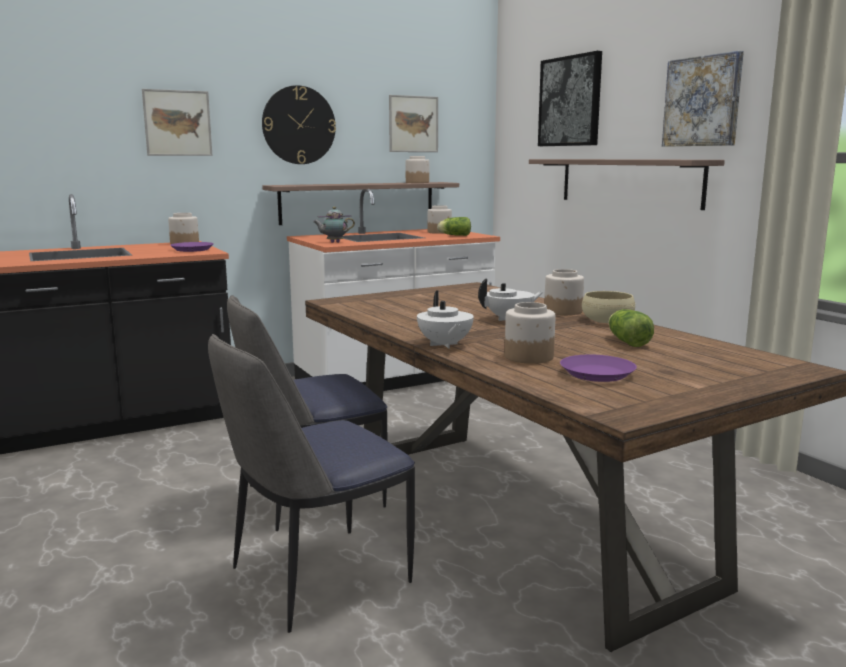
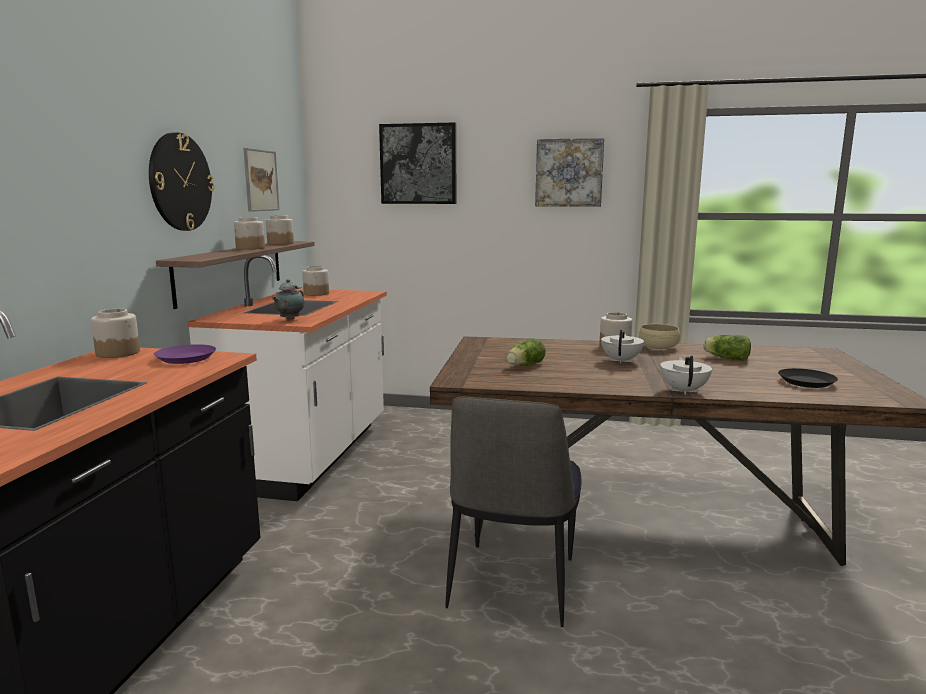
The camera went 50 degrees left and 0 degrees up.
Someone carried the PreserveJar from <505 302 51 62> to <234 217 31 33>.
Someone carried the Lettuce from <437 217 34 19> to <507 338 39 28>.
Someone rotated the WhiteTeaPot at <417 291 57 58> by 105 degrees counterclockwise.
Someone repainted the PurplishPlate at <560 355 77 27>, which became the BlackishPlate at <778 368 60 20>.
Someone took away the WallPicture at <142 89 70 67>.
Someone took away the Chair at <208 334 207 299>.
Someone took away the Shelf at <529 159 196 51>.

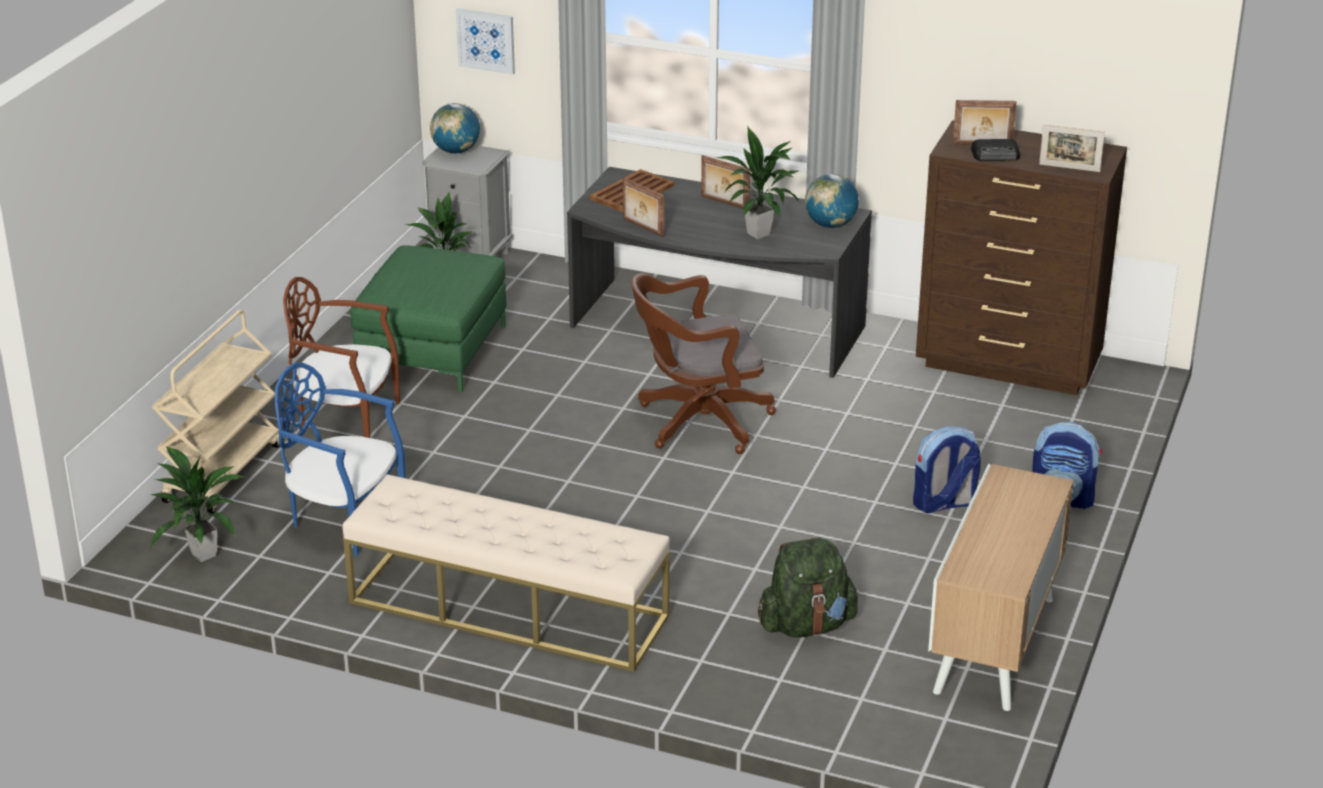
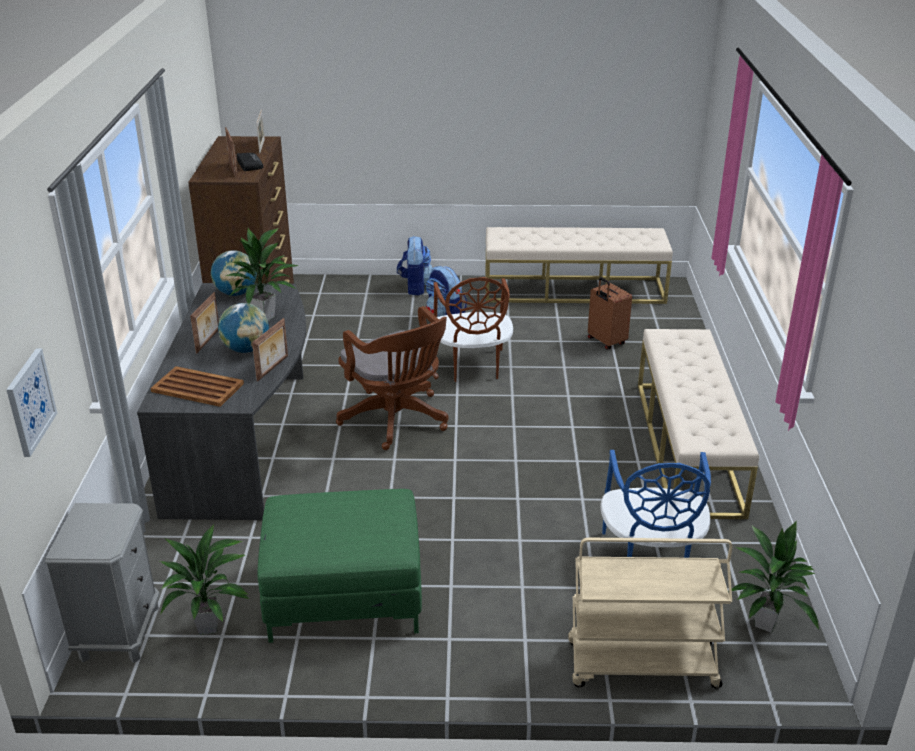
The camera went 110 degrees left and 0 degrees up.
Someone carried the WorldGlobe from <430 103 50 51> to <218 303 51 50>.
Someone carried the BrownColouredChair from <283 277 117 161> to <434 277 79 105>.
Someone swapped the Cupboard at <928 464 146 247> for the BeigeColouredIndoorBench at <485 227 188 77>.
Someone swapped the GreenRucksack at <758 537 101 100> for the BrownColouredSuitcase at <588 277 44 73>.

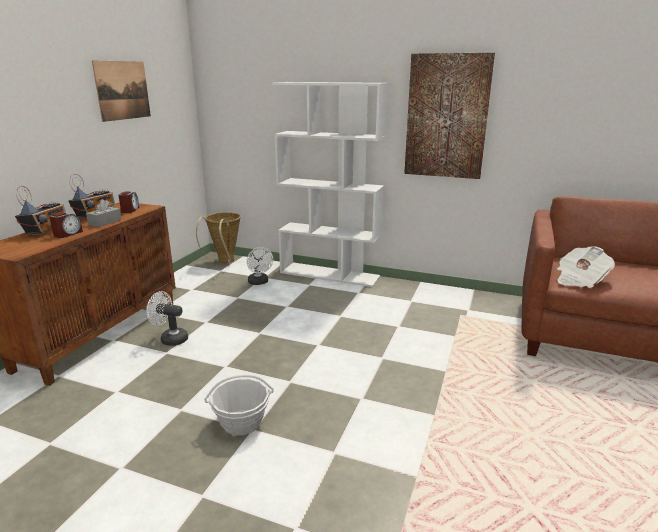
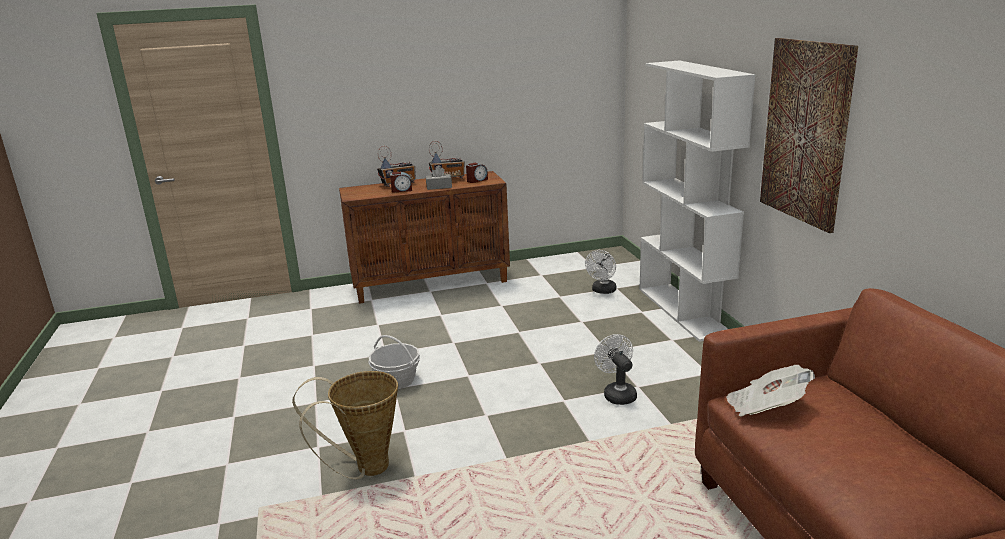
The camera went 55 degrees right and 0 degrees up.
Someone carried the StorageBasket from <196 212 44 51> to <292 371 106 109>.
Someone carried the WhiteElectricFan from <146 291 42 55> to <594 334 43 71>.
Someone took away the WallPicture at <92 60 59 62>.

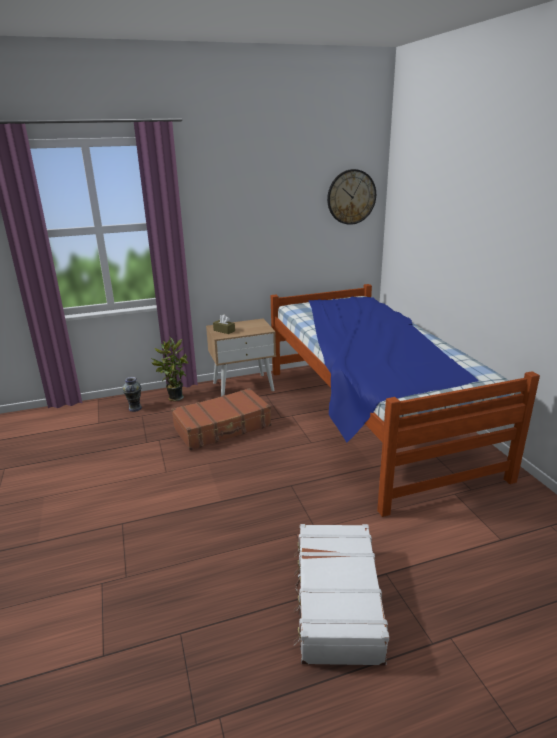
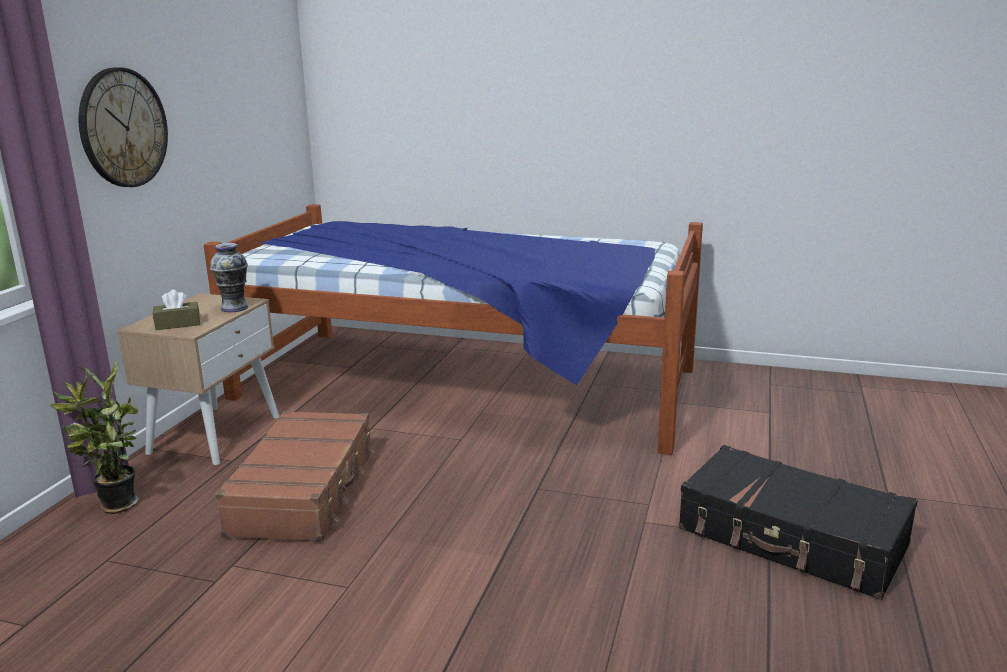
The camera went 55 degrees left and 5 degrees down.
Someone carried the HangingClock from <327 169 49 56> to <79 67 89 120>.
Someone carried the DecorativeVase from <122 377 20 35> to <210 243 38 69>.
Someone repainted the WhiteSuitcase at <294 524 95 142>, which became the BlackishSuitcase at <678 445 240 155>.

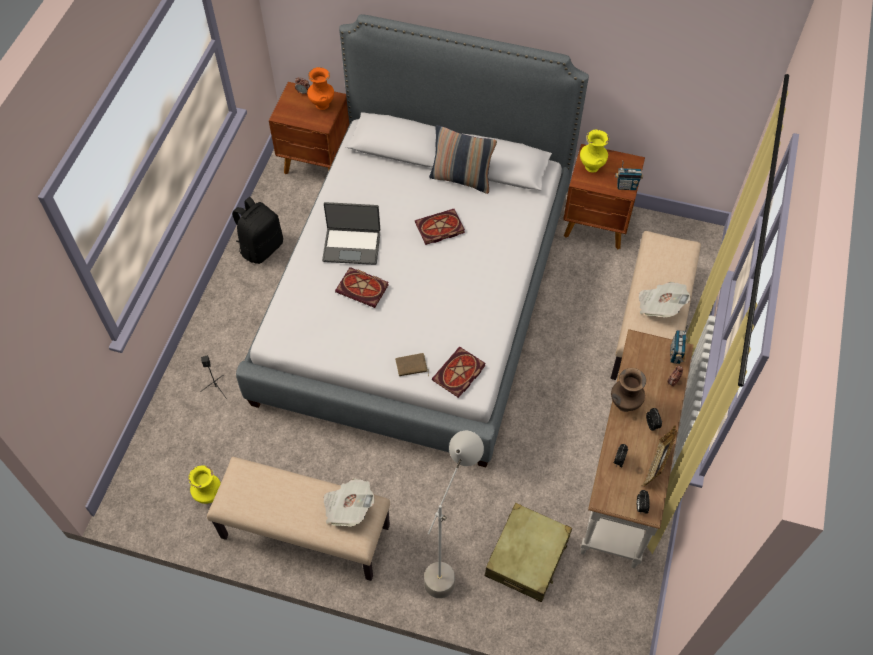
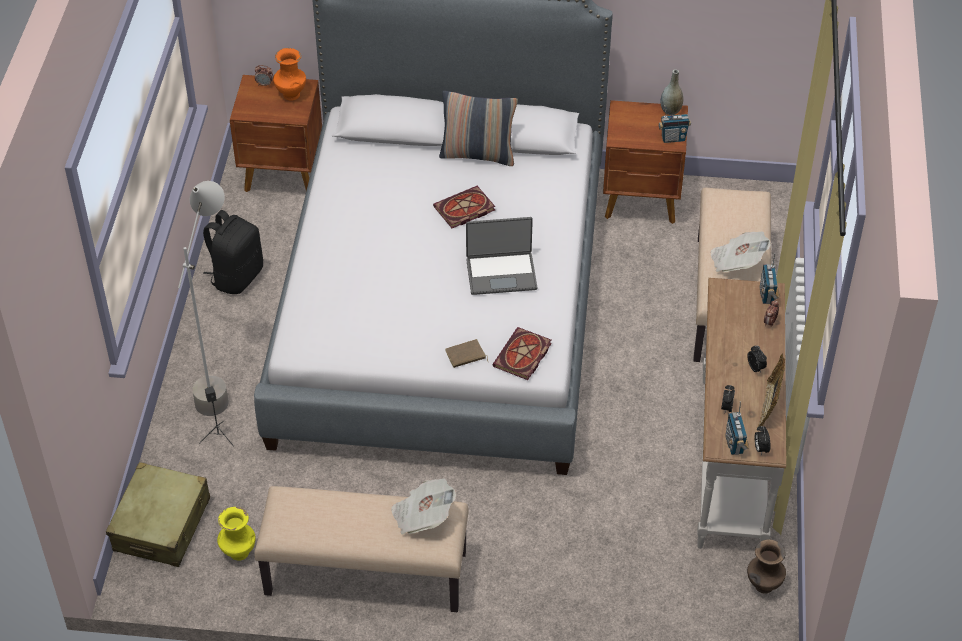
The camera went 10 degrees left and 10 degrees down.
Someone carried the BeigeColouredSuitcase from <485 503 87 99> to <106 462 104 105>.
Someone carried the GreyStandardLamp from <424 431 60 167> to <178 181 51 235>.
Someone carried the PortableComputer from <322 202 58 63> to <466 217 71 78>.
Someone put down the GreyDecorativeVase at <660 69 24 46>.
Someone put down the RadioSet at <725 402 24 53>.
Someone carried the BrownColouredDecorativeVase from <611 368 35 44> to <747 539 39 55>.
Someone took away the BoundBook at <335 267 54 41>.
Someone took away the YellowDecorativeVase at <580 130 29 43>.

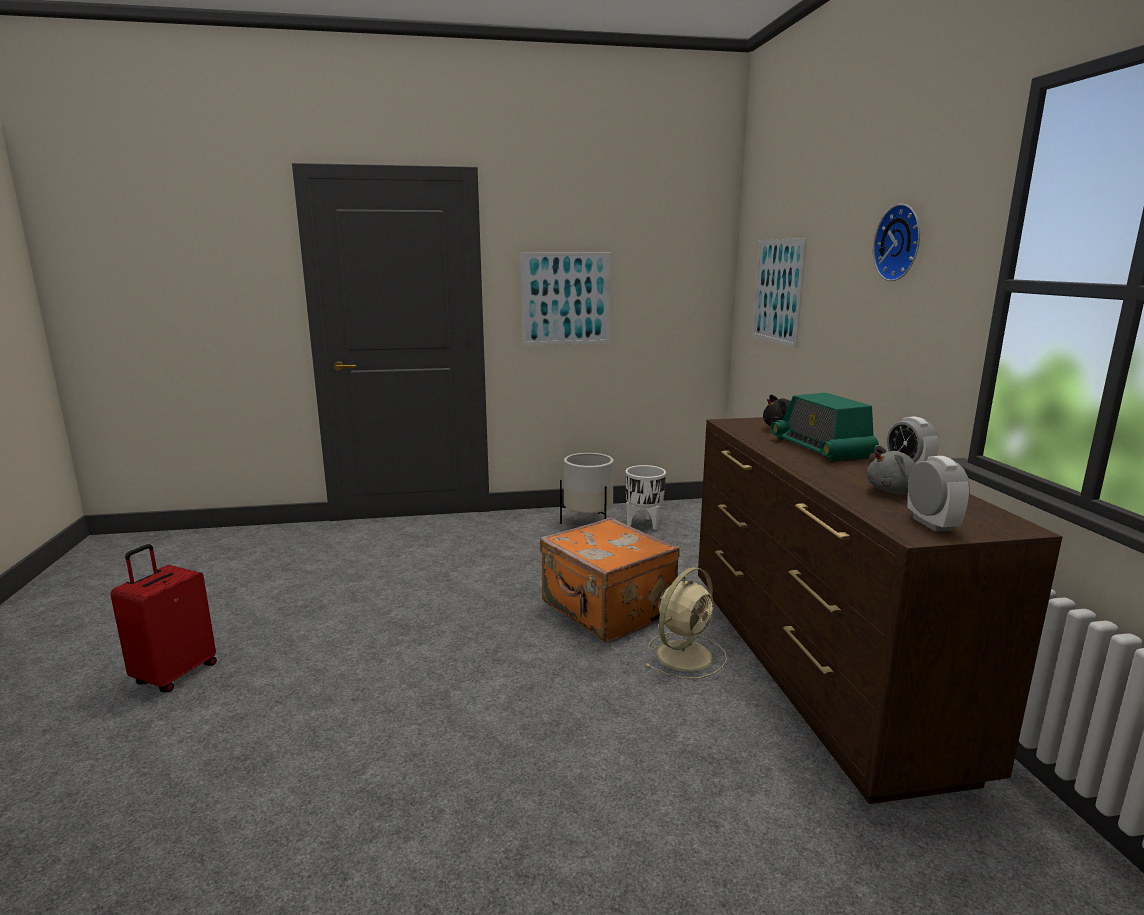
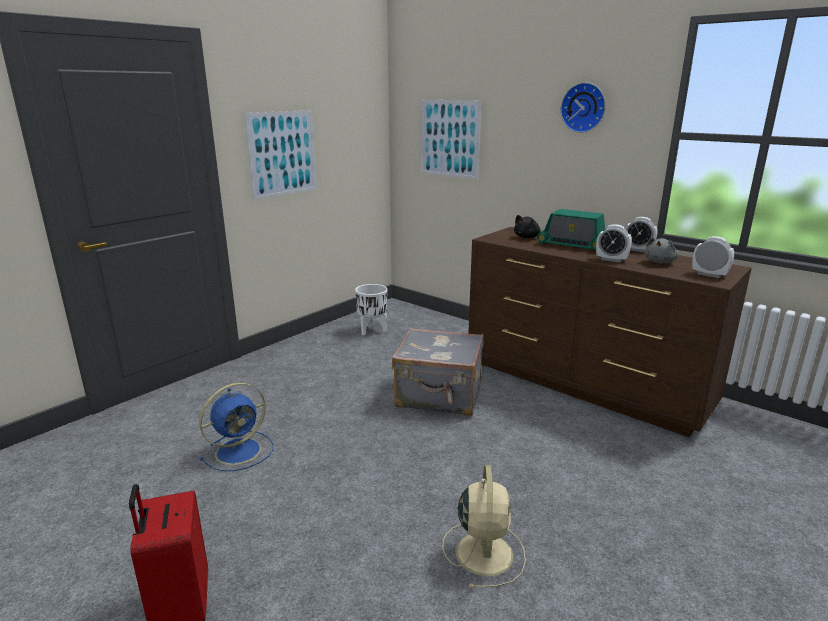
The camera went 40 degrees left and 5 degrees up.
Someone put down the BlueColouredElectricFan at <199 383 74 88>.
Someone repainted the OrangeySuitcase at <540 518 140 125>, which became the GreySuitcase at <392 328 92 88>.
Someone carried the BeigeColouredElectricFan from <645 567 82 112> to <443 465 83 124>.
Someone put down the BedsideClock at <596 224 36 38>.
Someone took away the WhitePlanter at <560 453 54 71>.

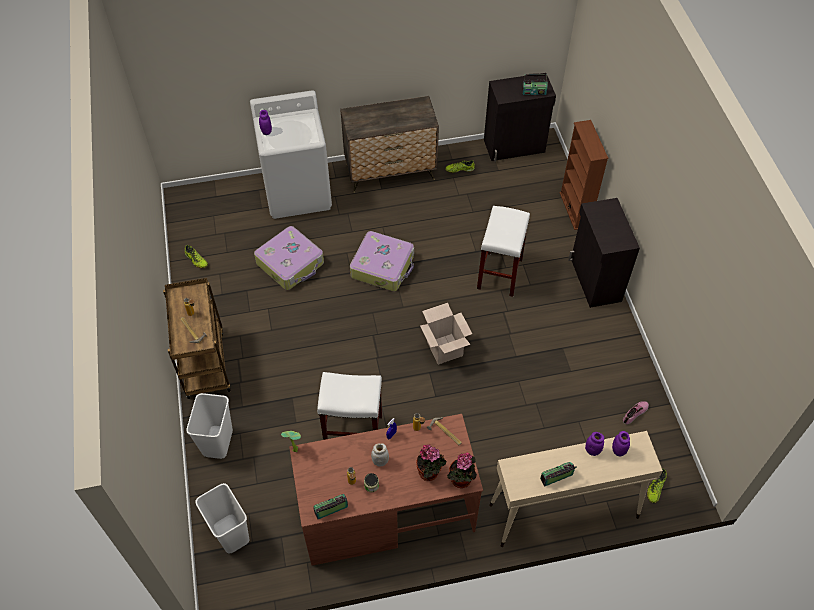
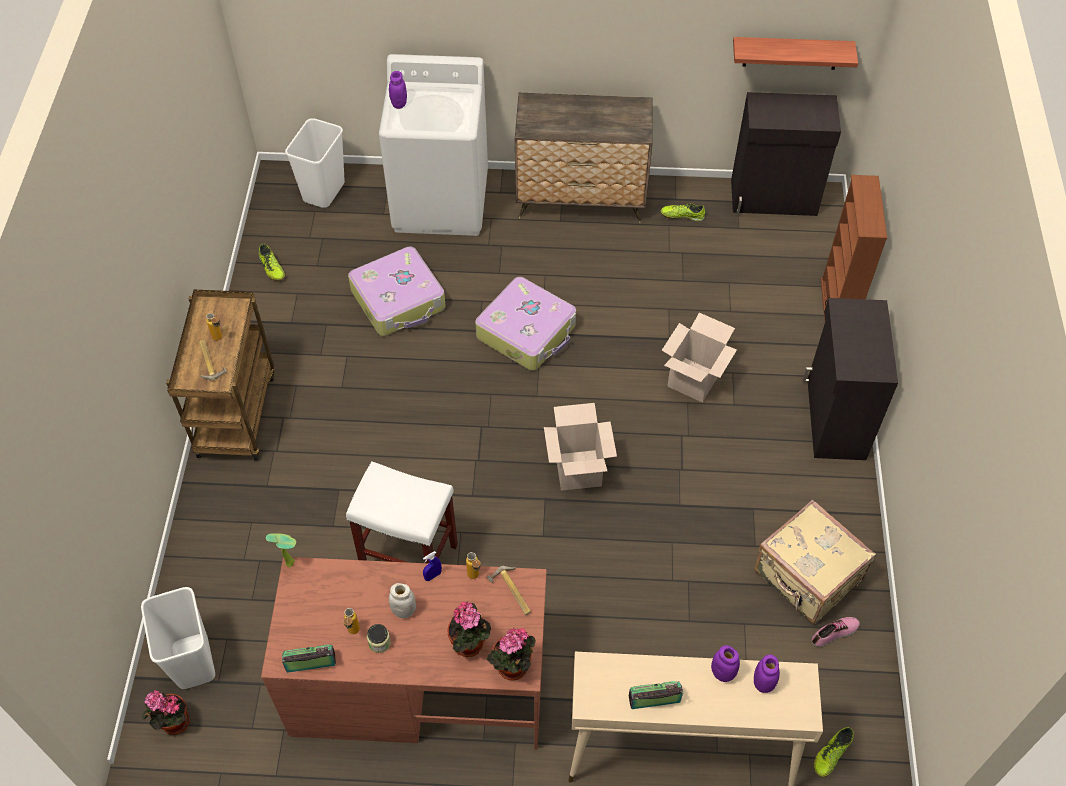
The camera went 15 degrees right and 0 degrees up.
Someone put down the PlantInAPot at <142 690 48 45>.
Someone carried the WhiteRubbishBin from <186 393 47 66> to <285 118 60 90>.
Someone swapped the WhiteSittingStool at <477 206 53 91> for the Carton at <662 313 75 89>.
Someone put up the Shelf at <733 37 125 33>.
Someone put down the BeigeColouredSuitcase at <754 499 122 126>.
Someone took away the RadioSet at <522 73 26 22>.

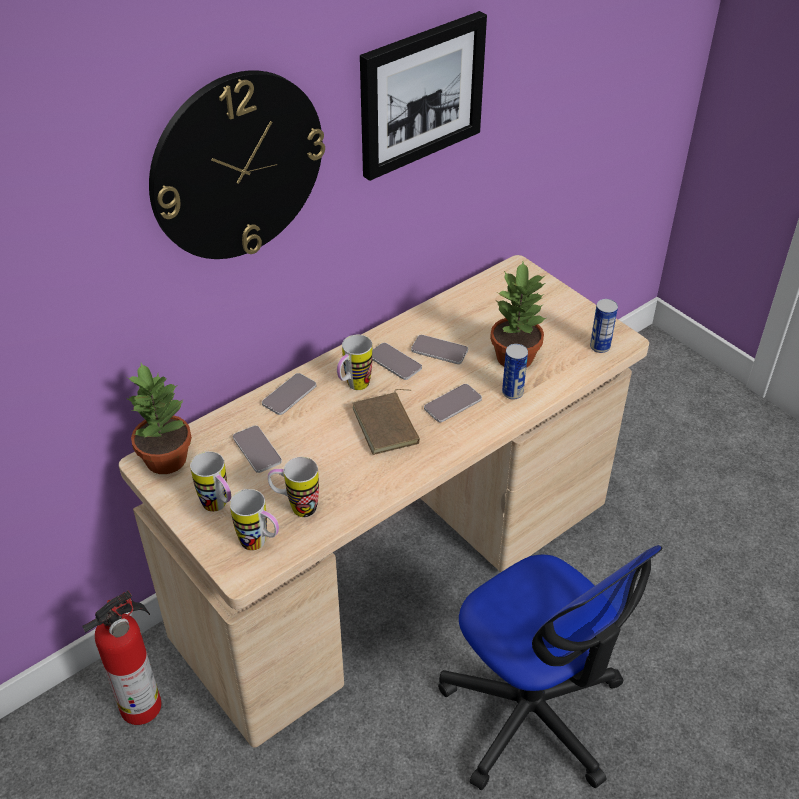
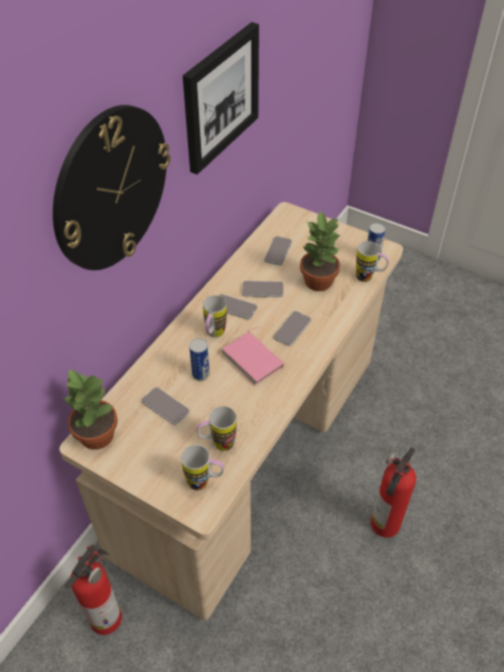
The camera went 20 degrees left and 5 degrees up.
Someone carried the Can from <502 344 26 56> to <189 338 21 43>.
Someone repainted the BrownColouredBoundBook at <352 389 68 66>, which became the PinkColouredBoundBook at <222 327 62 58>.
Someone carried the Handset from <262 373 54 42> to <264 236 28 30>.
Someone carried the CoffeeMug from <190 451 41 61> to <356 241 33 41>.
Someone swapped the DeskChair at <438 545 224 245> for the FireExtinguisher at <371 447 45 91>.

